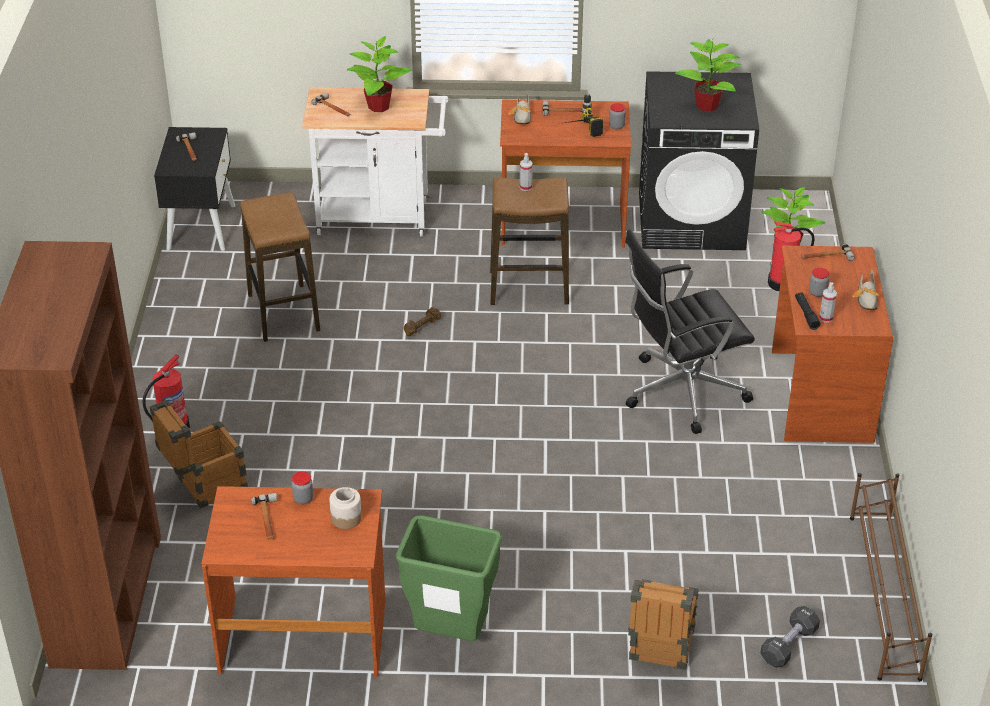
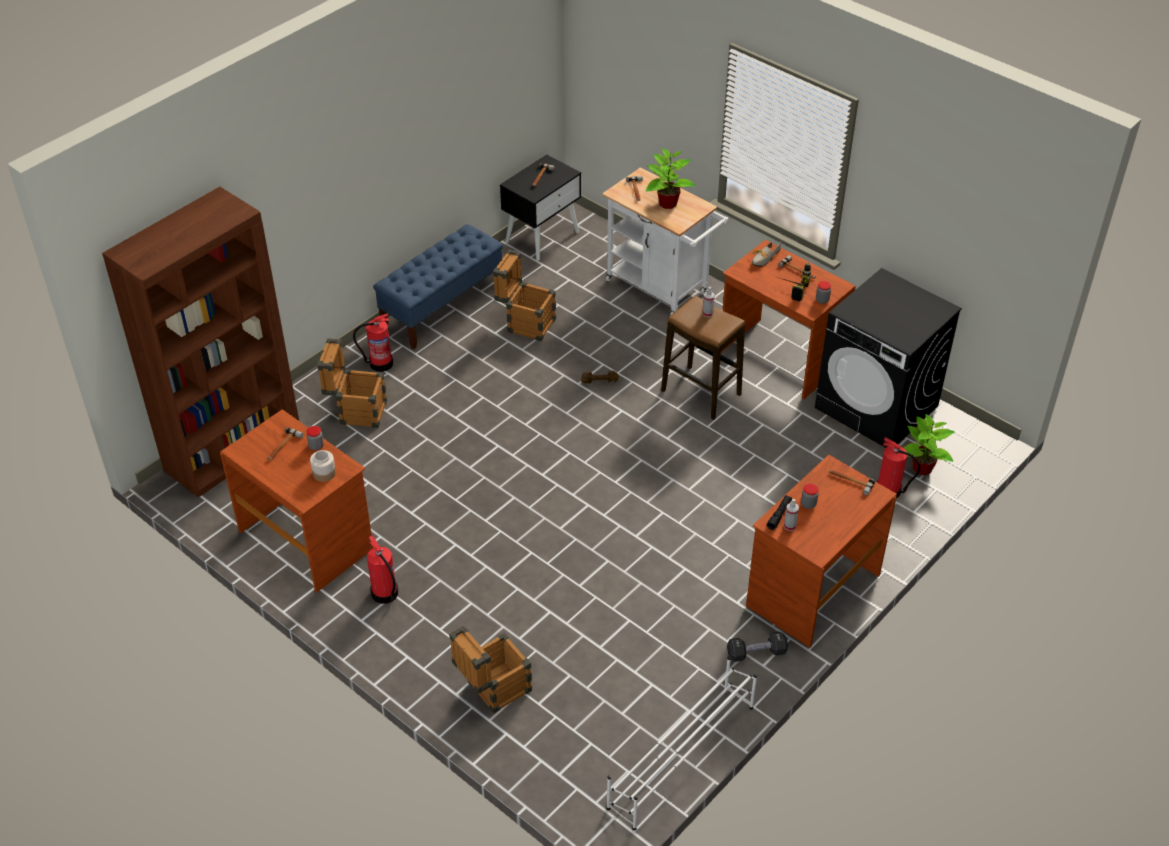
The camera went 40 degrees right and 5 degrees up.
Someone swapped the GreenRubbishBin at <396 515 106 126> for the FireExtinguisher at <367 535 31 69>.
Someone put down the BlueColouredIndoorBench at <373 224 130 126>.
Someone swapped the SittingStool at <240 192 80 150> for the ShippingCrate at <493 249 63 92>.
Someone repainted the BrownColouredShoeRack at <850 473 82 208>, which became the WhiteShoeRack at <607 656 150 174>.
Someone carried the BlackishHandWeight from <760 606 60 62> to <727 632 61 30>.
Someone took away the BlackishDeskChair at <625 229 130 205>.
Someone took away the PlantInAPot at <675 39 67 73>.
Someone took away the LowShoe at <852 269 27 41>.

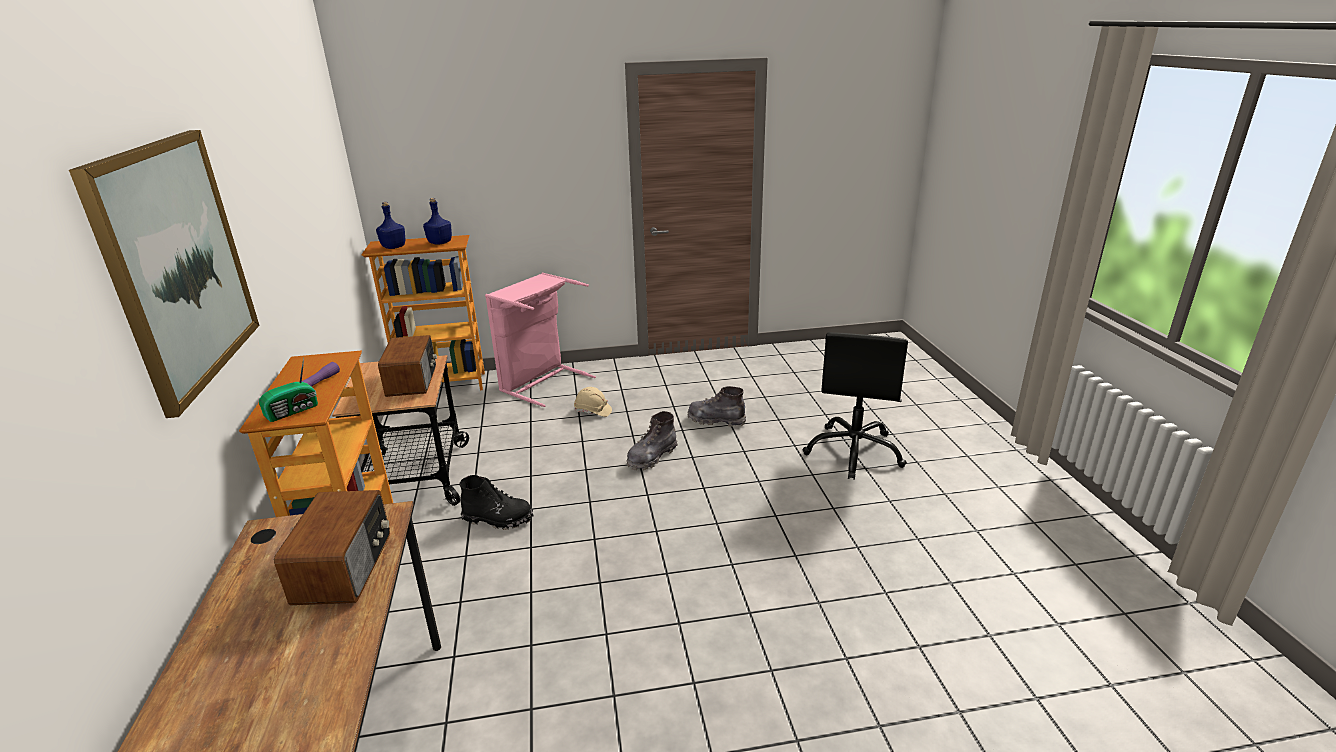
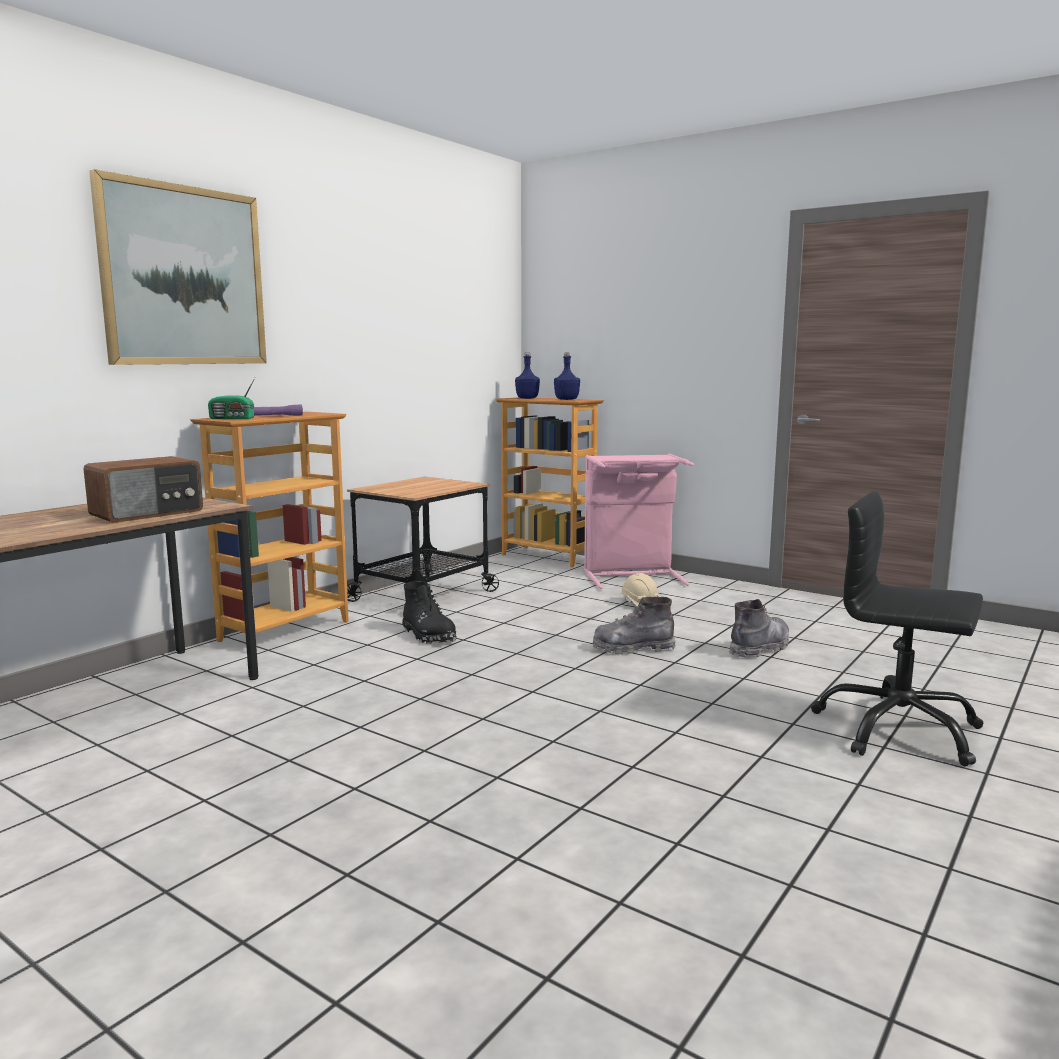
The camera went 45 degrees right and 15 degrees down.
Someone rotated the GreyBoot at <687 386 59 41> by 75 degrees clockwise.
Someone rotated the BlackishDeskChair at <802 332 106 148> by 60 degrees clockwise.
Someone took away the RadioSet at <378 335 59 62>.

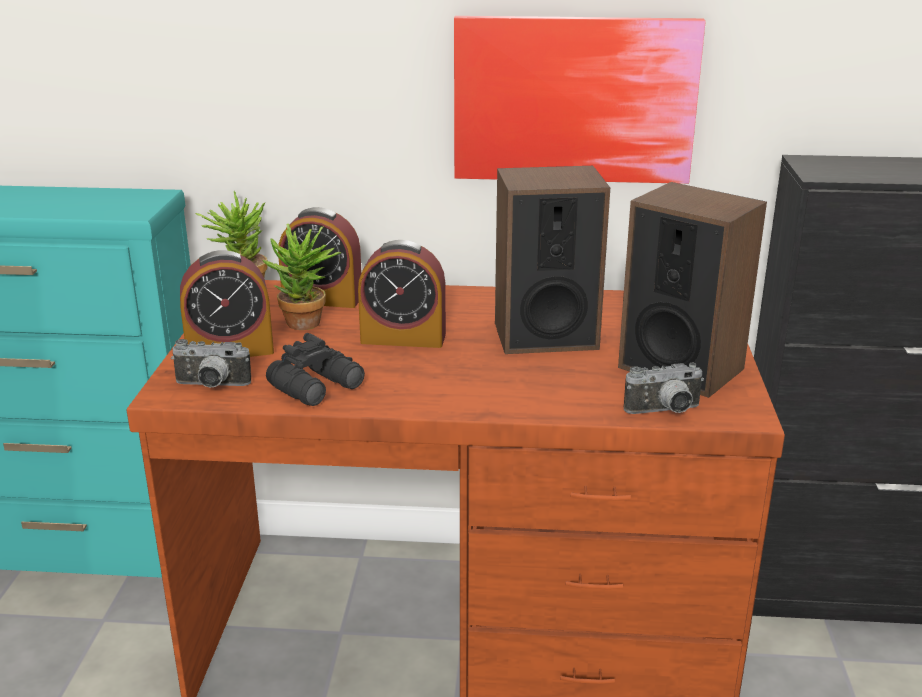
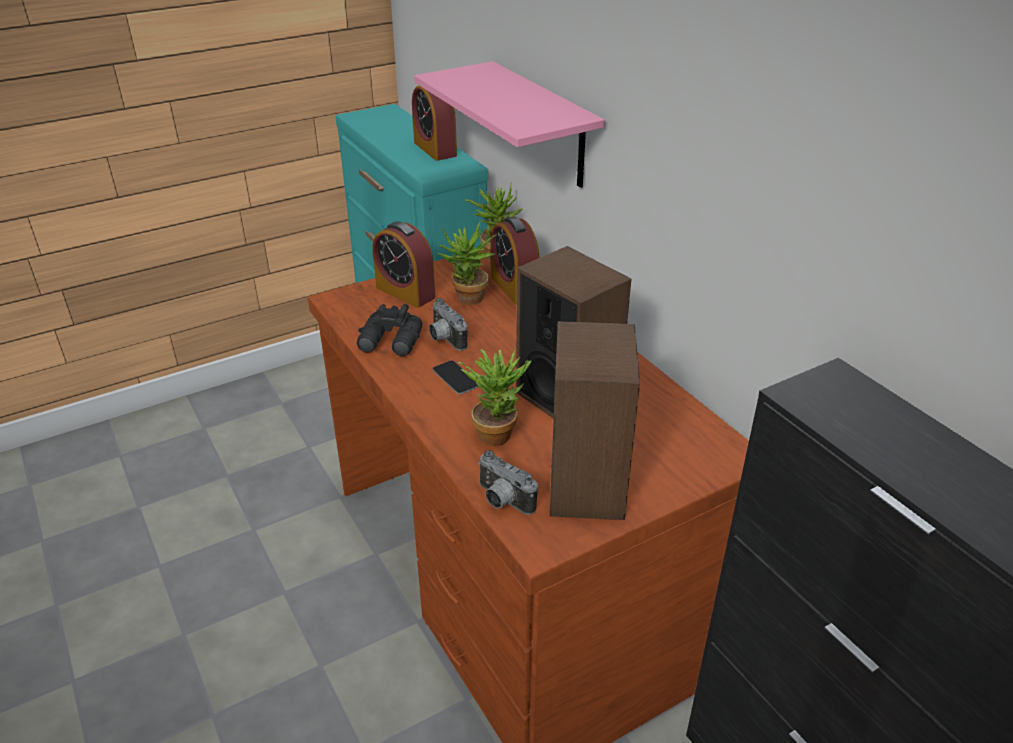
The camera went 55 degrees right and 10 degrees up.
Someone carried the BedsideClock from <358 240 88 108> to <412 86 45 75>.
Someone put up the PinkColouredShelf at <414 61 191 127>.
Someone carried the StillCamera from <171 339 80 49> to <429 298 39 53>.
Someone put down the Handset at <433 361 46 33>.
Someone put down the PlantInAPot at <458 347 74 99>.
Someone took away the WallPicture at <454 16 252 168>.

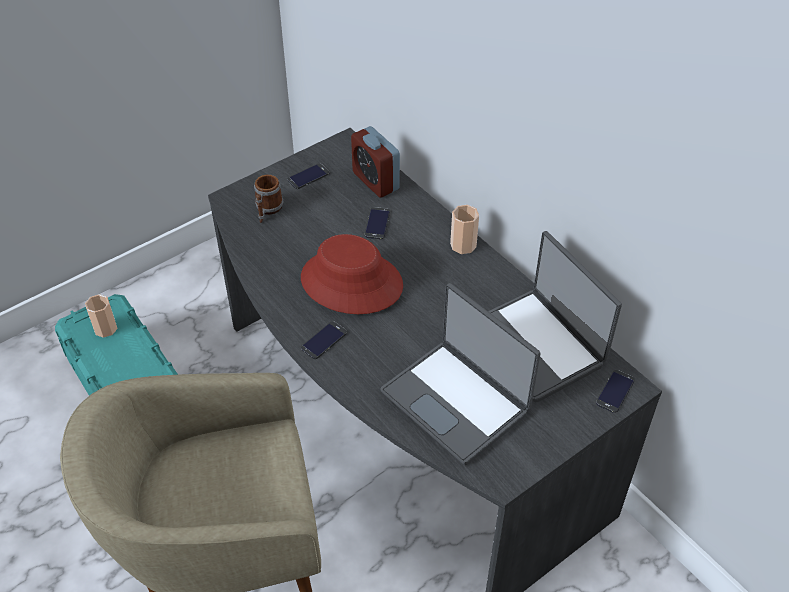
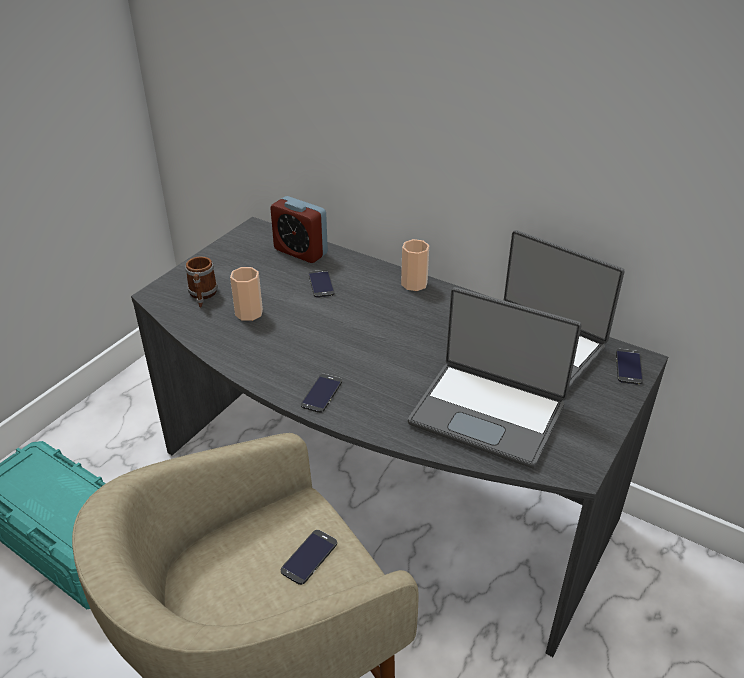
The camera went 20 degrees left and 10 degrees down.
Someone carried the SmallCup from <85 294 33 44> to <230 267 33 54>.
Someone carried the Handset from <287 163 42 26> to <281 530 56 55>.
Someone took away the RedWearableHat at <301 234 102 80>.

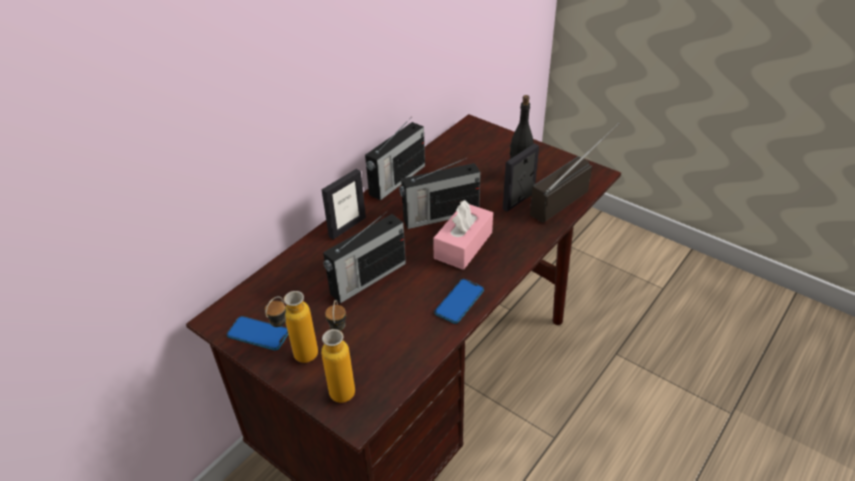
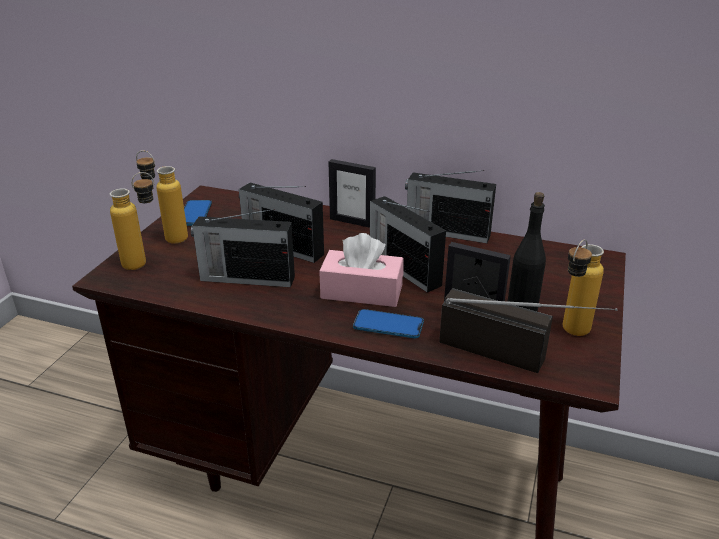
The camera went 70 degrees right and 10 degrees down.
Someone put down the RadioSet at <191 209 104 78>.
Someone carried the Handset from <435 279 49 45> to <353 309 71 29>.
Someone put down the BeverageBottle at <563 239 41 97>.

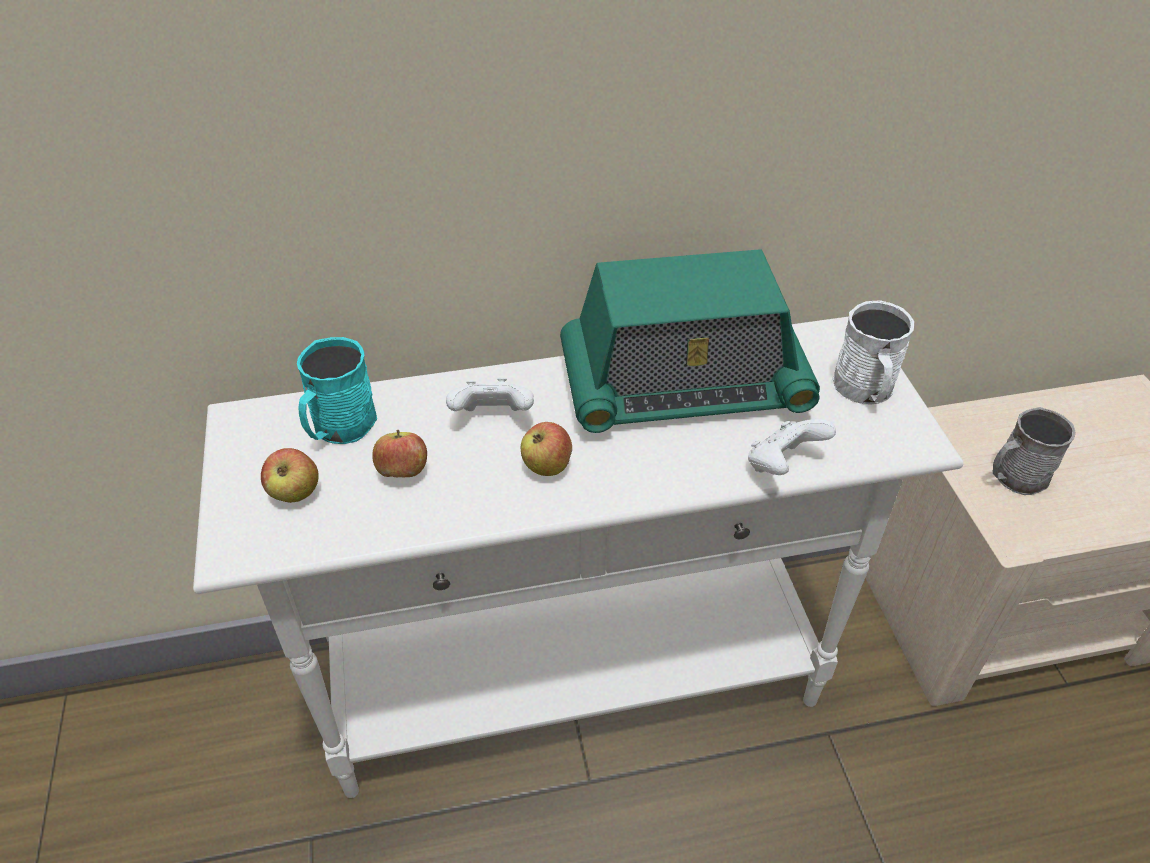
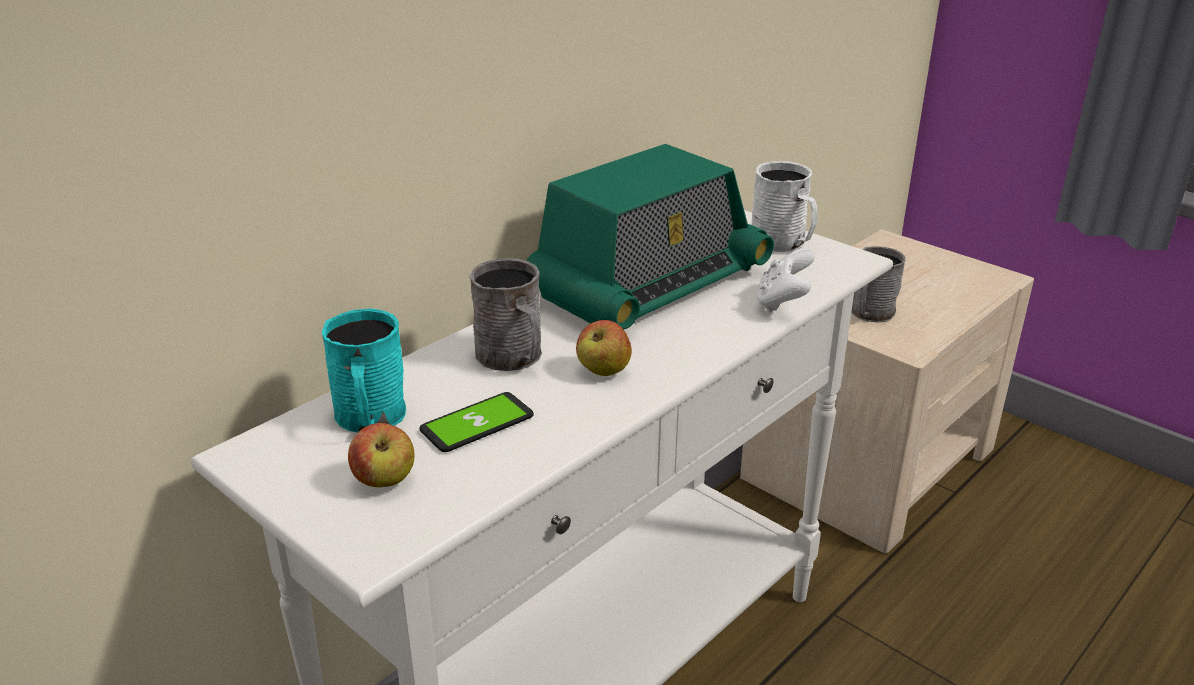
The camera went 35 degrees left and 15 degrees down.
Someone swapped the WholeApple at <372 430 55 47> for the Handset at <419 392 115 60>.
Someone swapped the WhiteGameController at <446 378 88 34> for the GreyCoffeeMug at <469 258 73 113>.

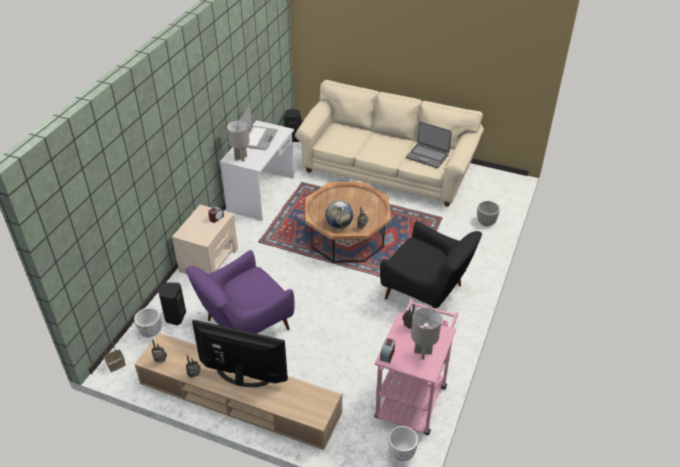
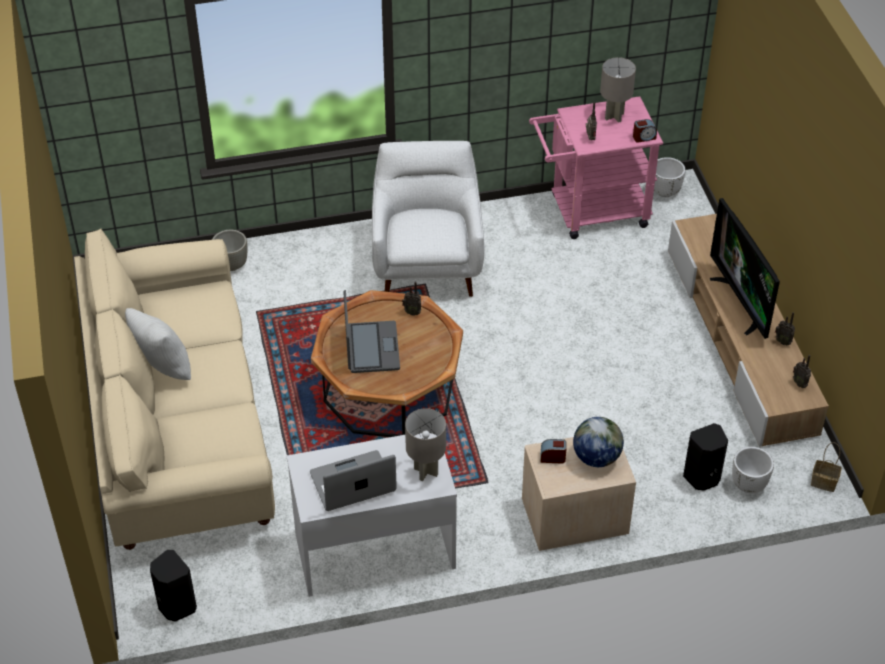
The camera went 125 degrees left and 5 degrees up.
Someone put down the WhitePillow at <125 308 66 72>.
Someone carried the PortableComputer from <406 121 46 47> to <343 290 57 83>.
Someone repainted the BlackishEasyChair at <380 221 102 88>, which became the WhiteEasyChair at <372 141 112 156>.
Someone carried the WorldGlobe from <325 201 28 28> to <573 417 51 50>.
Someone took away the PurplishEasyChair at <185 250 110 84>.

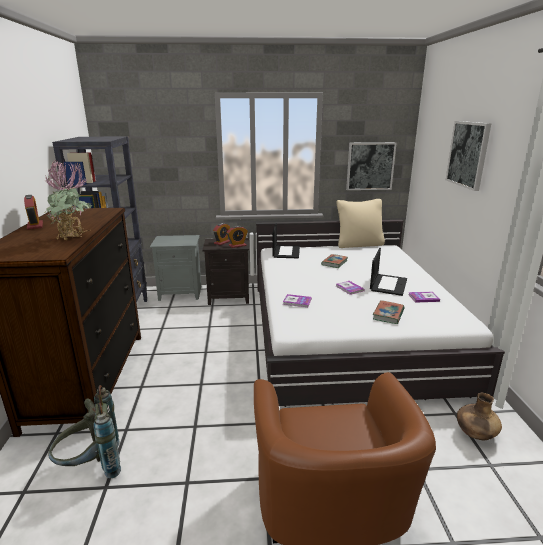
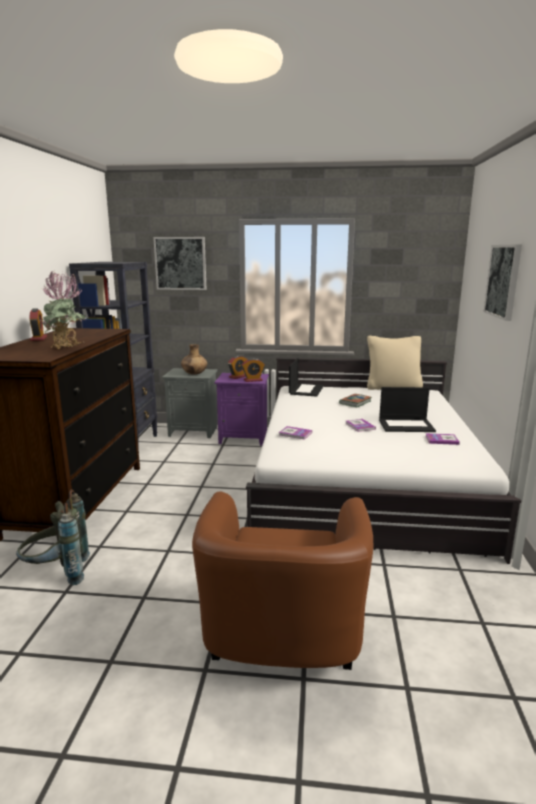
The camera went 10 degrees right and 5 degrees down.
Someone carried the WallPicture from <346 142 50 48> to <153 237 54 53>.
Someone carried the BrownColouredDecorativeVase from <457 393 45 47> to <181 344 26 31>.
Someone repainted the BlackishBedsideTable at <202 238 48 67>, which became the PurplishBedsideTable at <214 373 55 73>.
Someone rotated the PortableComputer at <370 248 37 48> by 60 degrees clockwise.
Someone took away the BoundBook at <373 300 32 24>.

